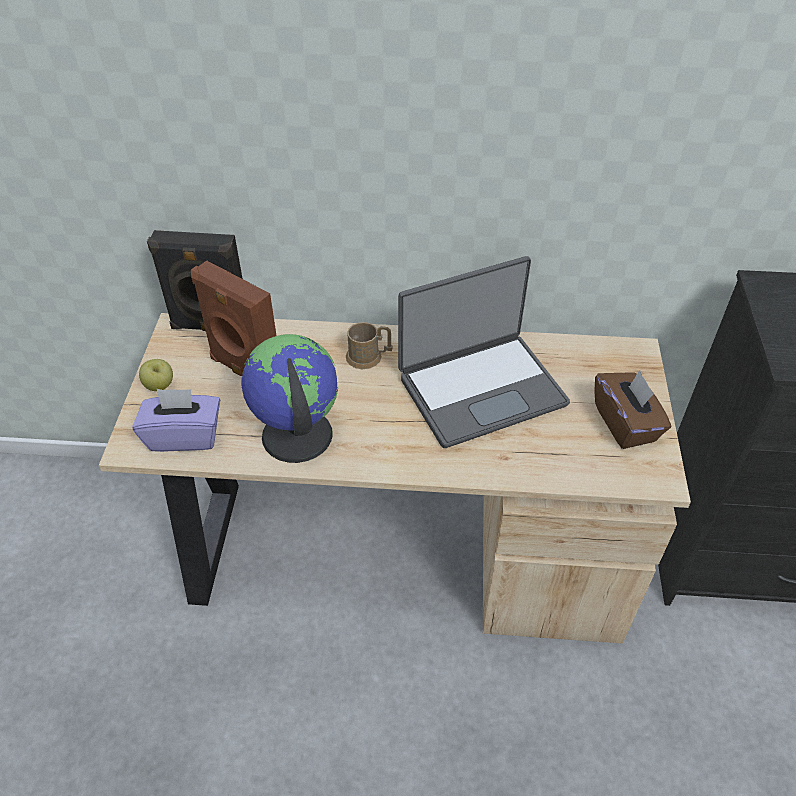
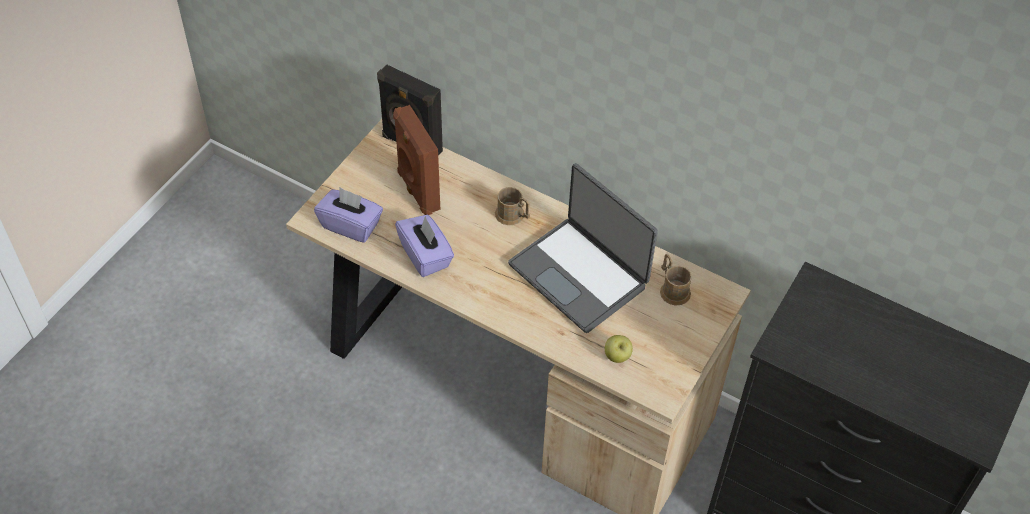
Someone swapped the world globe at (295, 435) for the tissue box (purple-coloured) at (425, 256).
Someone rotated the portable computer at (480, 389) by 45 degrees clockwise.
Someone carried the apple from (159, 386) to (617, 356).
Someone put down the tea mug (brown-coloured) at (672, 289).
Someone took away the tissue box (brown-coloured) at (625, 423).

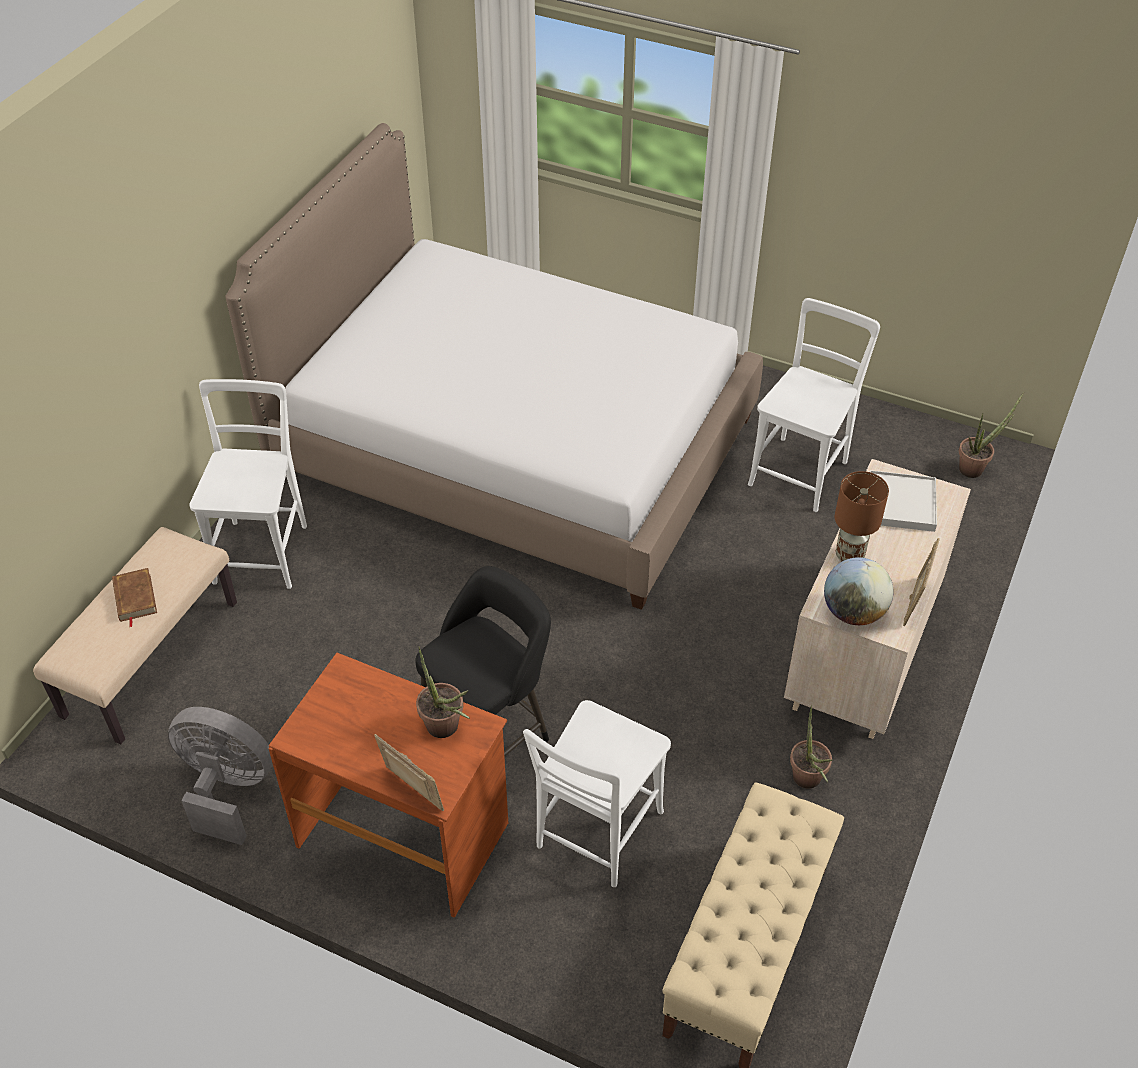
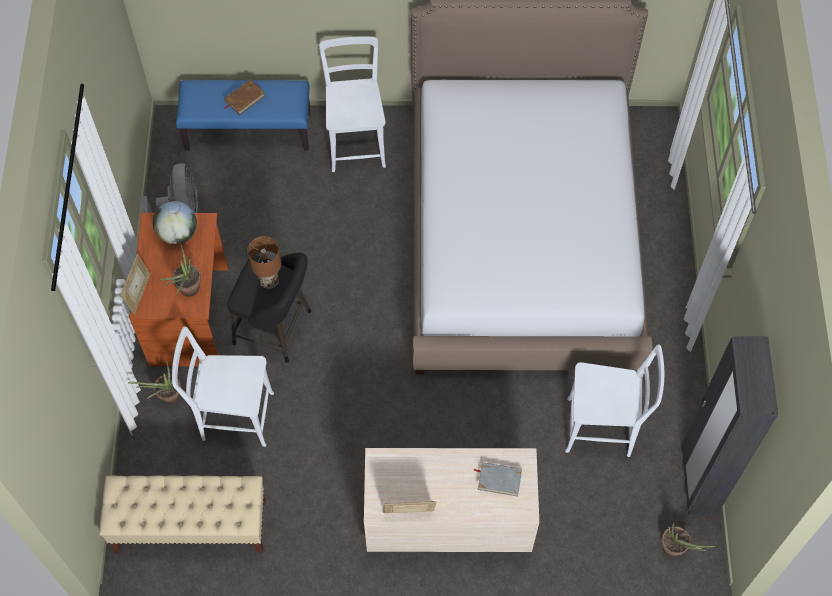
Someone carried the plant in a pot from (808, 782) to (166, 397).
Someone carried the world globe from (853, 612) to (178, 233).
Someone repainted the indoor bench (beige) at (150, 657), which became the indoor bench (blue) at (248, 131).
Someone carried the table lamp (brown-coloured) from (848, 556) to (269, 281).
Someone rotated the plain chair (whitish) at (263, 549) by 75 degrees counterclockwise.
Someone swapped the carrying tray (whitish) at (900, 503) for the bound book (grey) at (499, 480).
Someone put down the wardrobe (blackish) at (698, 480).

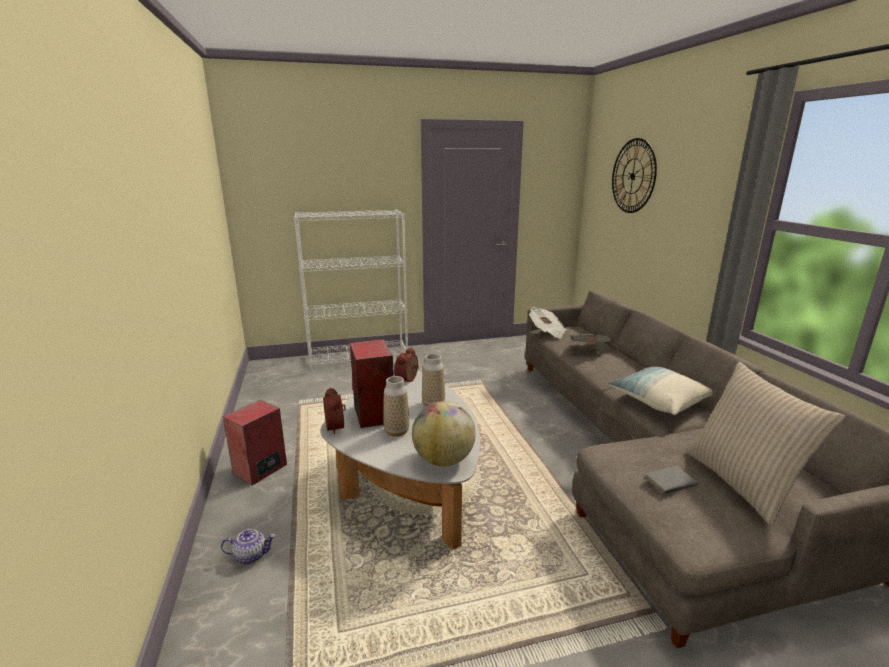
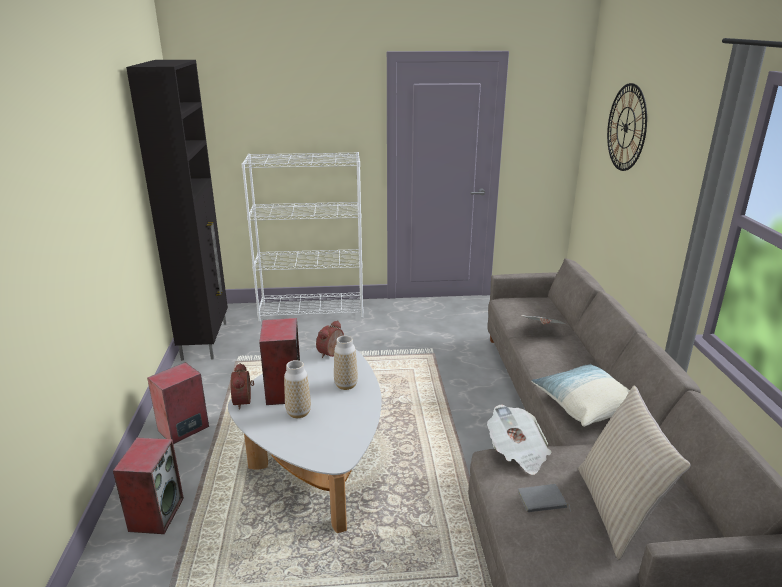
Someone swapped the pot for tea at (251, 555) for the speaker at (156, 513).
Someone put down the cupboard (blackish) at (205, 340).
Someone carried the newspaper from (547, 332) to (517, 452).
Someone took away the world globe at (443, 460).

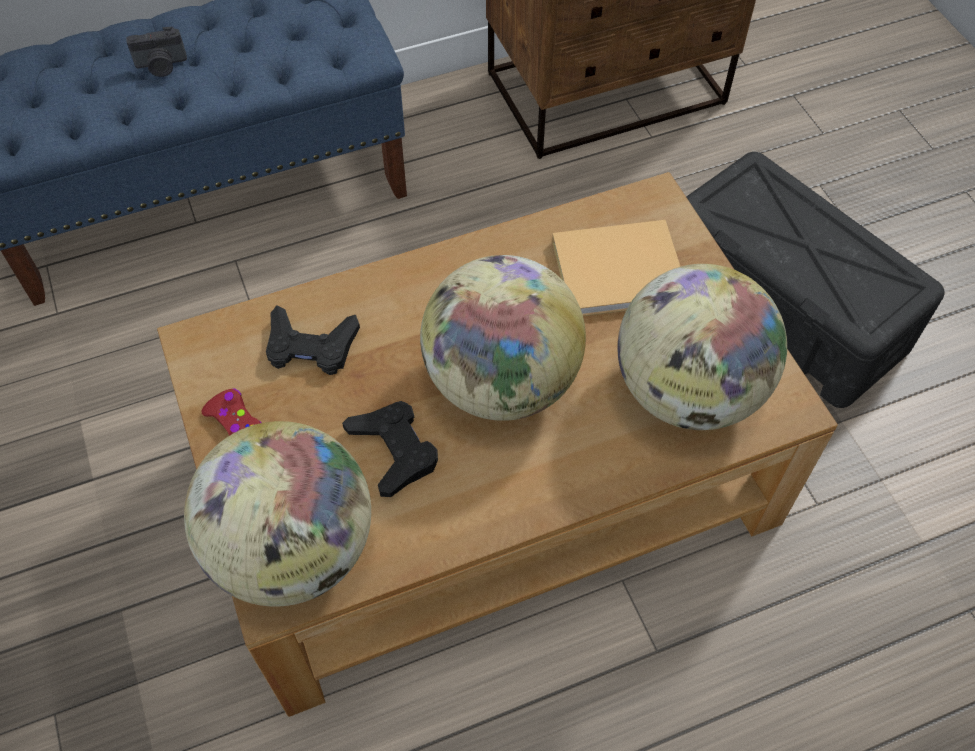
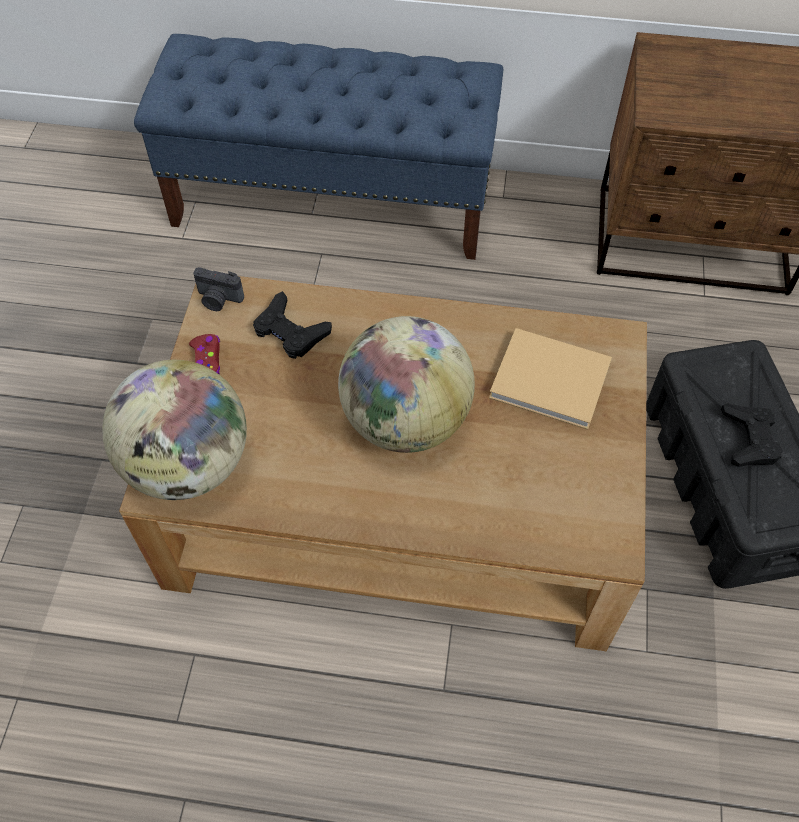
Someone carried the still camera from (161, 66) to (218, 300).
Someone carried the joypad (blackish) from (394, 451) to (749, 439).
Someone took away the world globe at (687, 391).

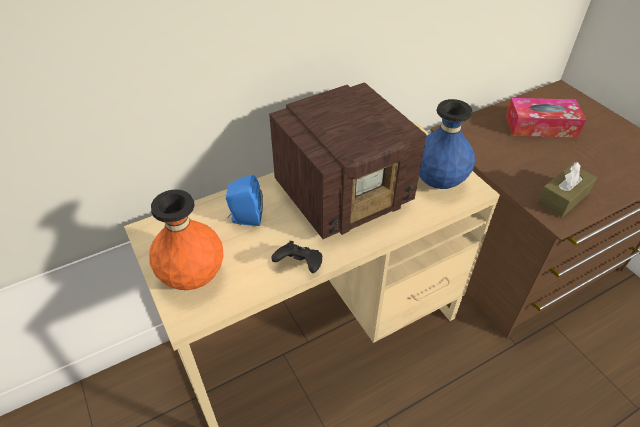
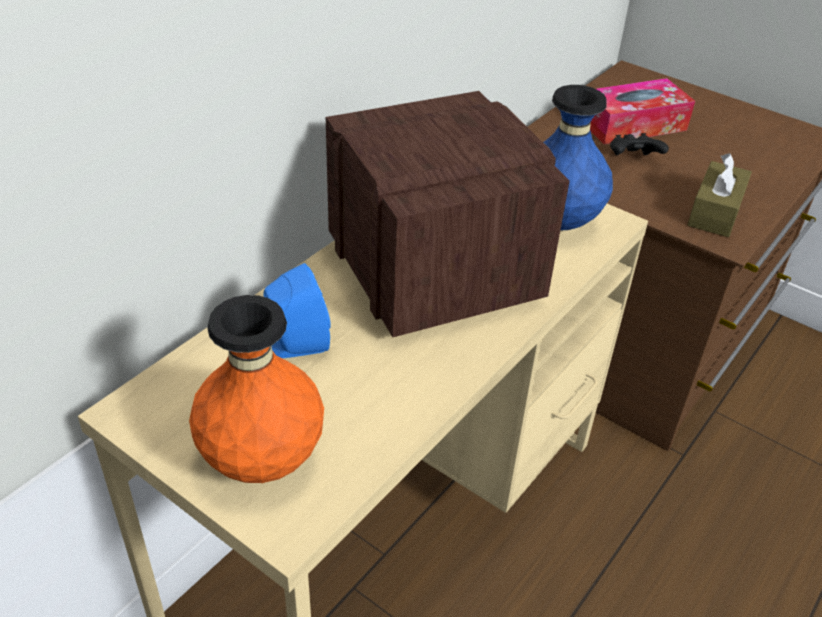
Someone rotated the radio set at (345, 193) by 60 degrees counterclockwise.
Someone carried the joypad (blackish) from (299, 265) to (633, 160).

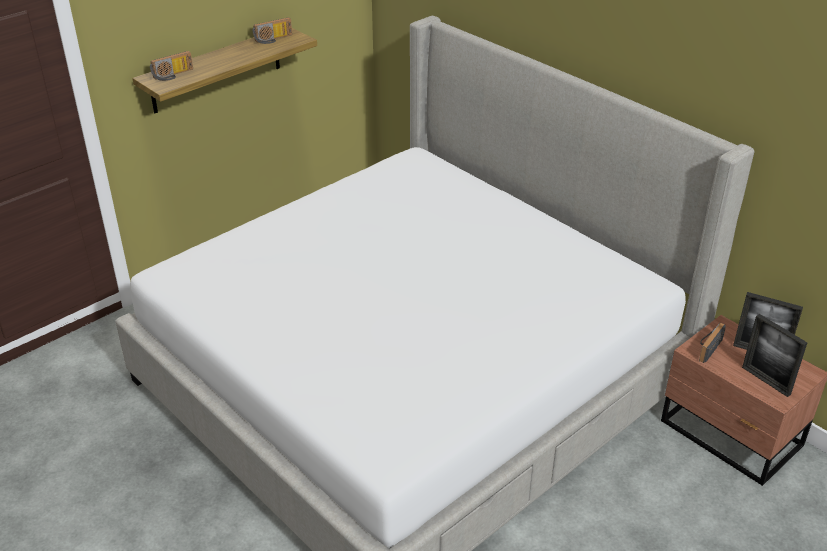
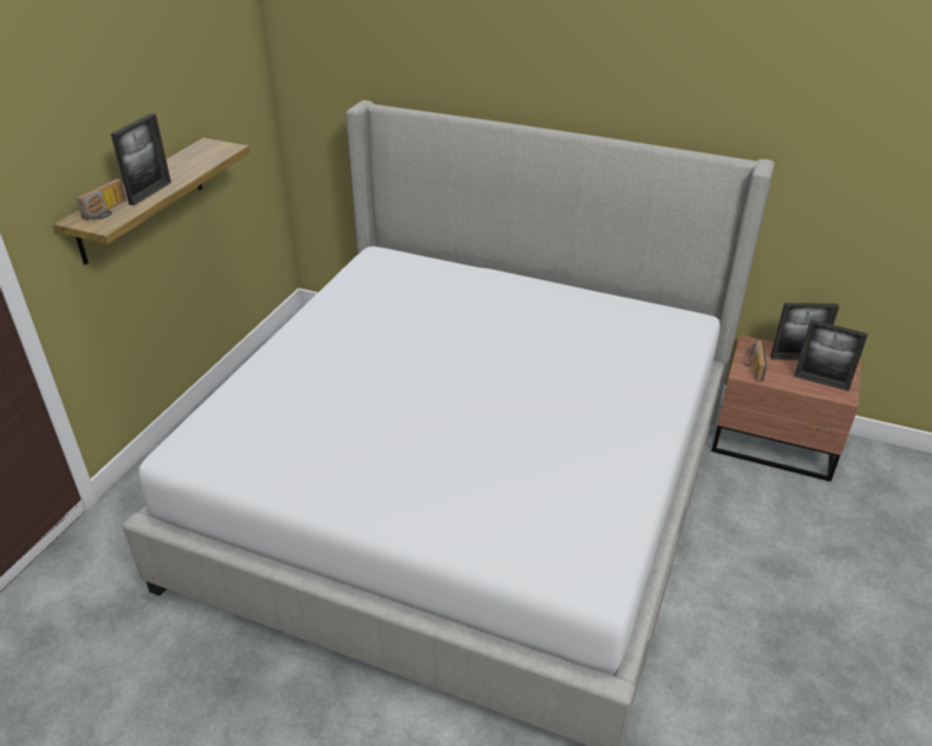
Someone put down the picture frame at (150, 193).
Someone took away the radio set at (273, 39).

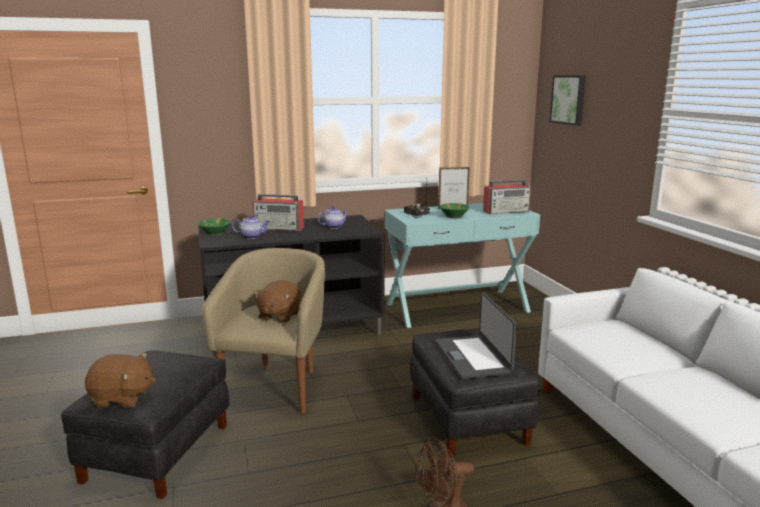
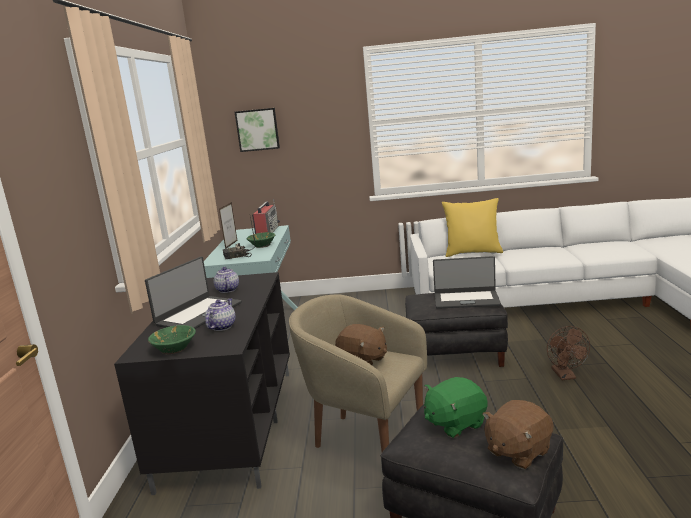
Someone swapped the radio set at (279, 228) for the portable computer at (198, 314).
Someone put down the plush toy (greenish) at (454, 423).
Someone put down the cushion (yellow) at (472, 253).
Someone rotated the plush toy (brown-coloured) at (122, 398) by 150 degrees counterclockwise.

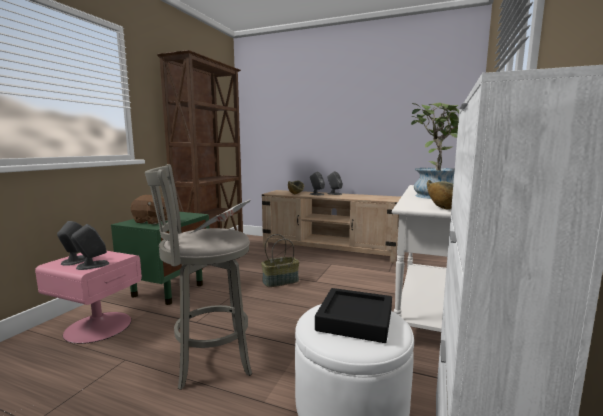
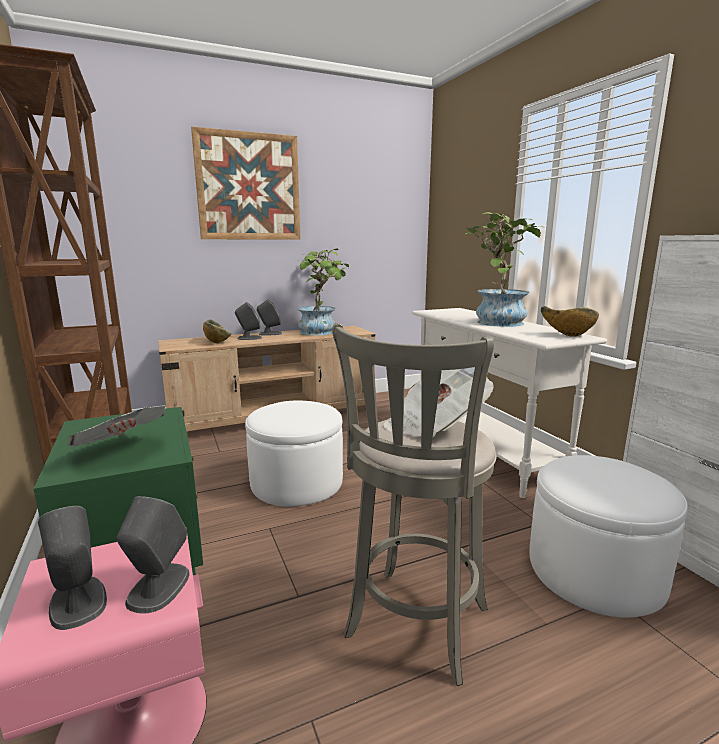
Someone swapped the plush toy (brown-coloured) at (152, 221) for the newspaper at (121, 450).
Someone put up the wall art at (249, 187).
Someone swapped the basket at (280, 281) for the ottoman (whitish) at (296, 482).
Someone put down the plant in a pot at (322, 332).
Someone took away the carrying tray (blackish) at (355, 320).

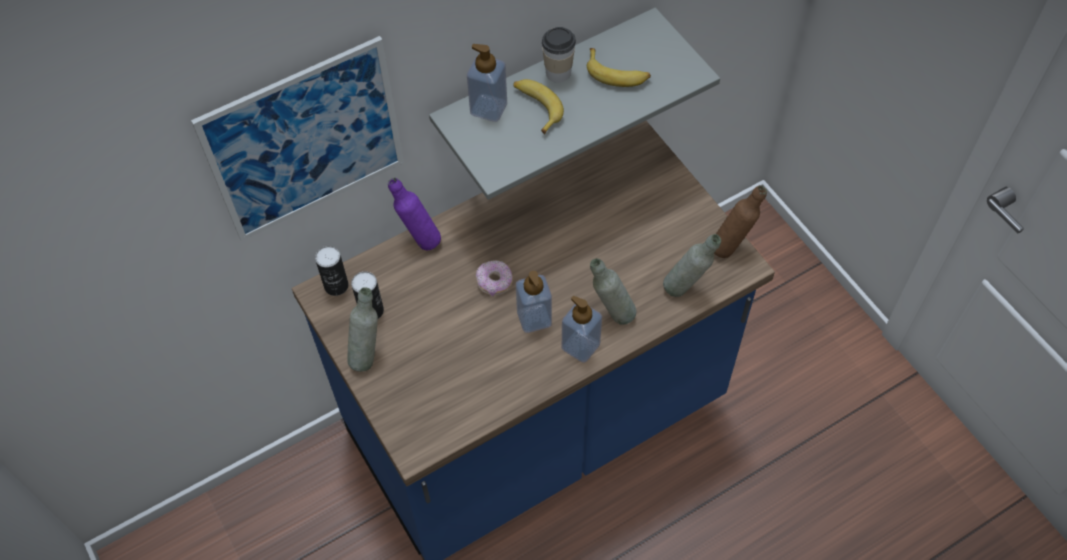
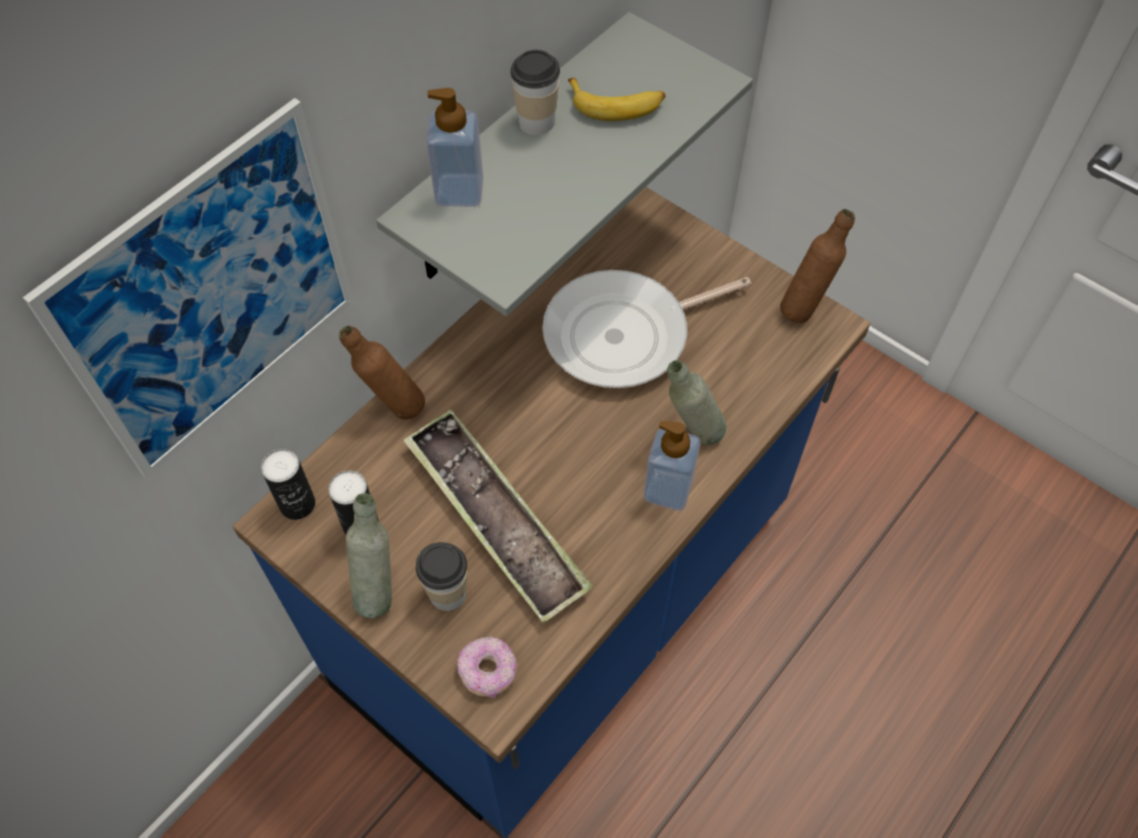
Someone repainted the bottle (purple-coloured) at (419, 240), which became the bottle (brown-coloured) at (393, 408).
Someone put down the carrying tray at (495, 520).
Someone put down the drinking cup at (447, 593).
Someone carried the ring doughnut from (494, 282) to (488, 671).
Someone put down the skillet at (624, 335).
Someone took away the whole banana at (536, 107).
Someone took away the liquid soap bottle at (534, 318).
Someone took away the bottle (grey) at (686, 289).

